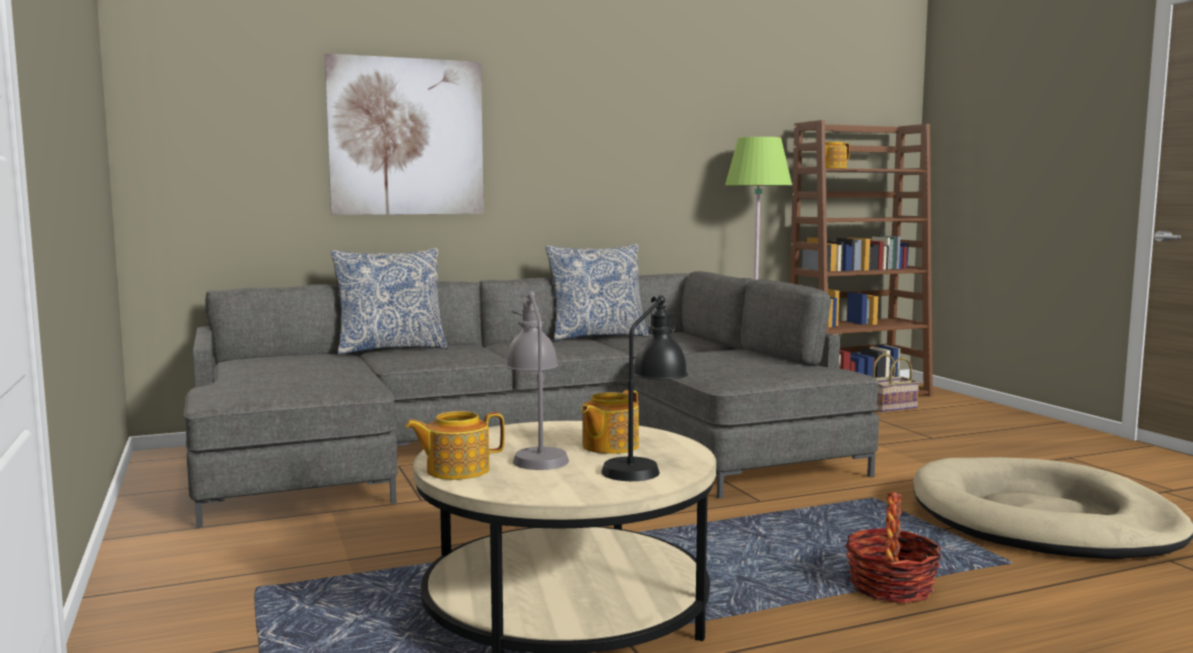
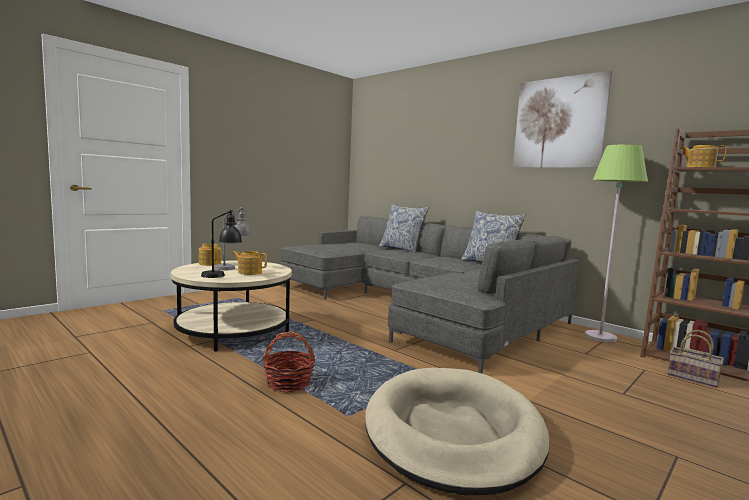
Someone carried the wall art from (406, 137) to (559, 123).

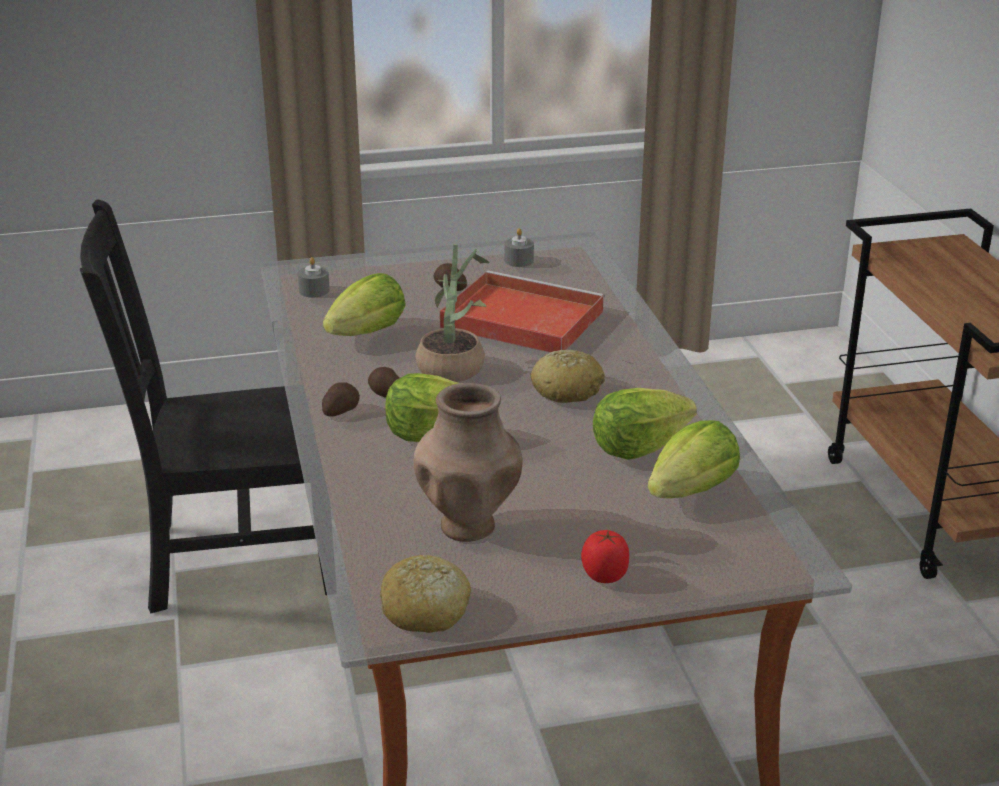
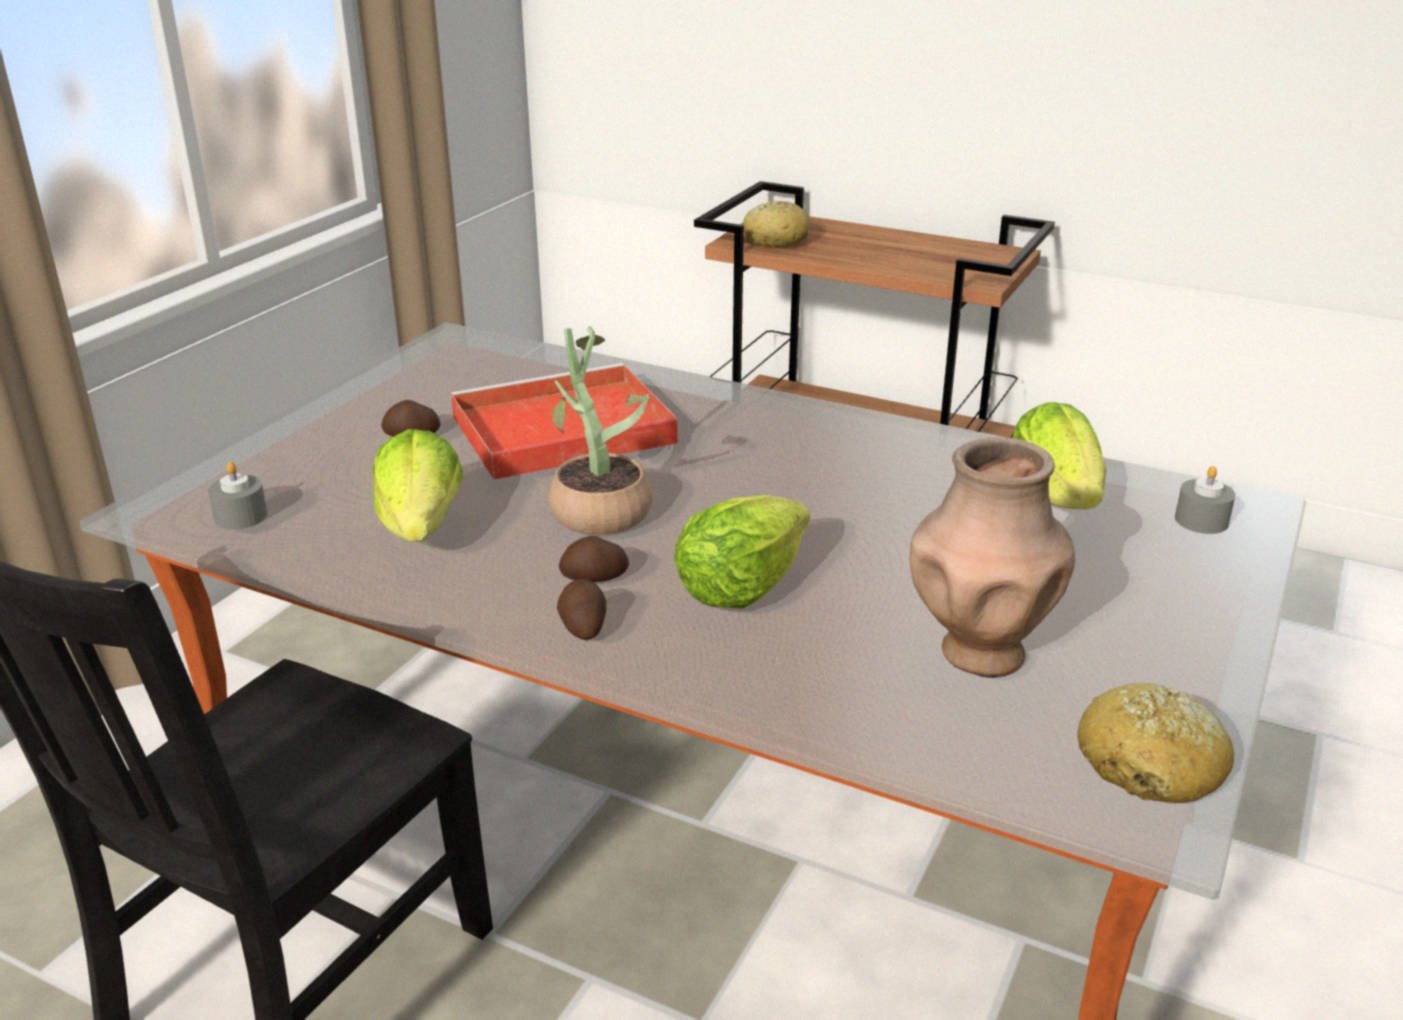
Someone carried the baked bread from (567, 390) to (775, 239).
Someone carried the candle (grey) from (519, 260) to (1201, 520).
Someone took away the whole tomato at (605, 576).
Someone took away the head of lettuce at (638, 448).

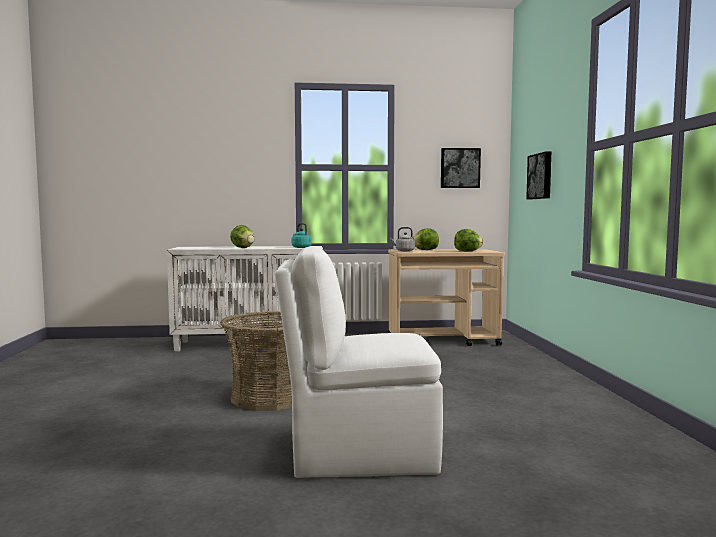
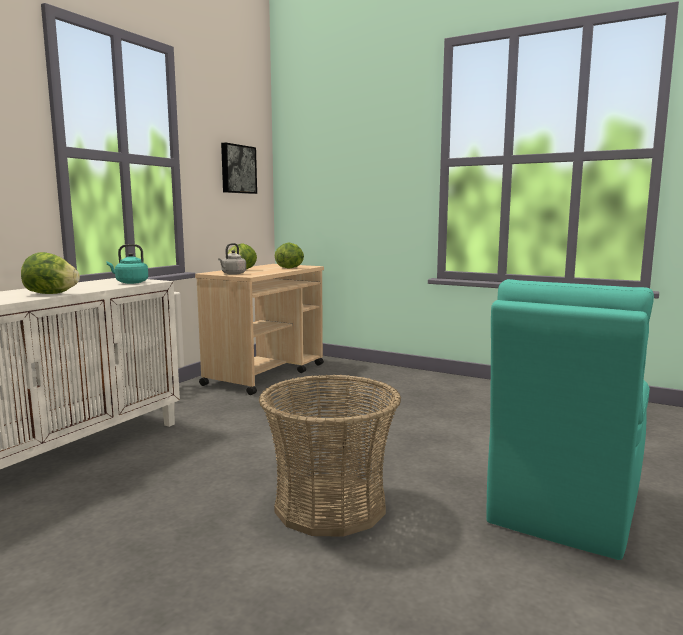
Someone repainted the plain chair (whitish) at (359, 453), which became the plain chair (turquoise-coloured) at (563, 507).
Someone took away the wall art at (541, 176).

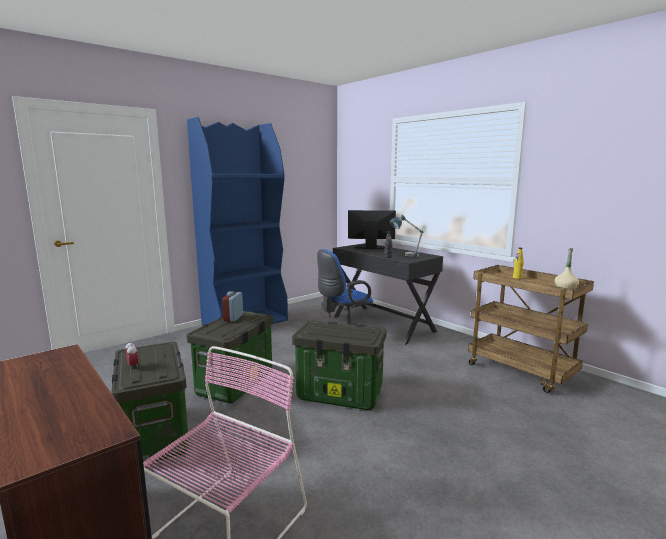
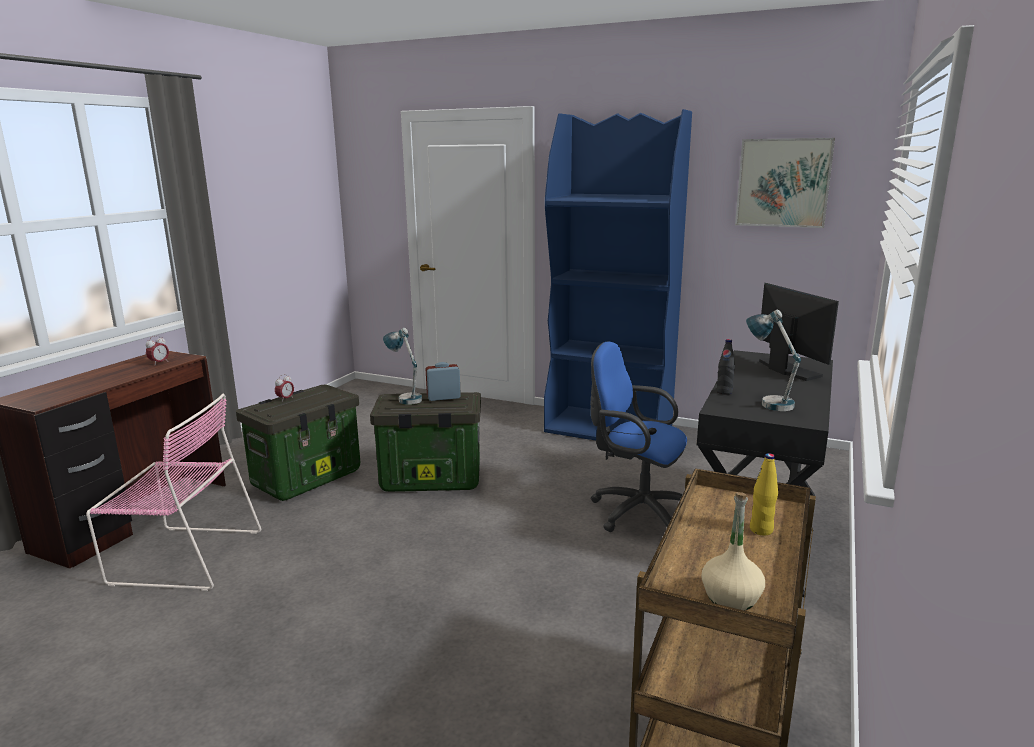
Someone put down the bedside clock at (159, 363).
Someone put down the table lamp at (405, 397).
Someone put up the wall art at (783, 183).
Someone took away the storage bin at (341, 394).

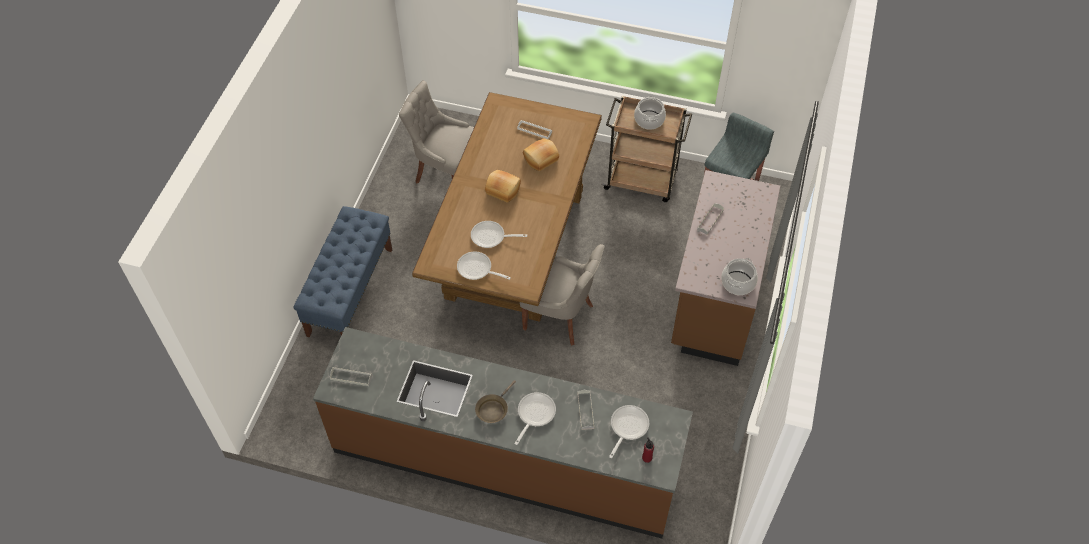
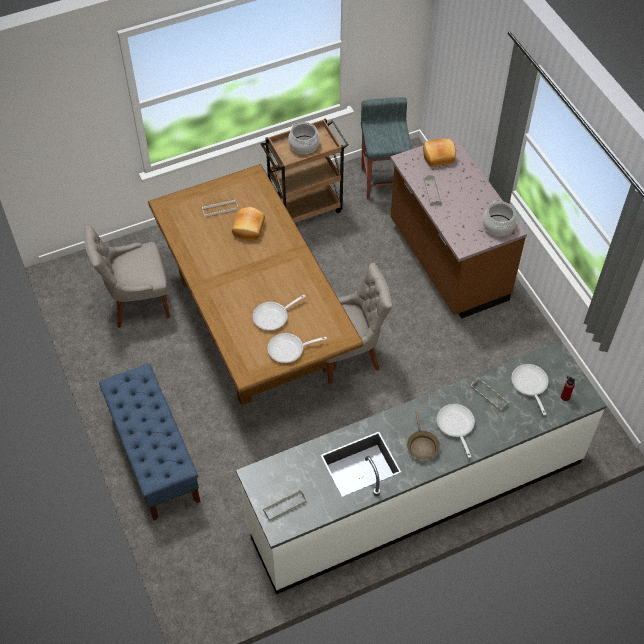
Someone repainted the kitchen base unit (brown-coloured) at (505, 459), which became the kitchen base unit (whitish) at (416, 493).
Someone carried the baked bread from (503, 189) to (438, 156).

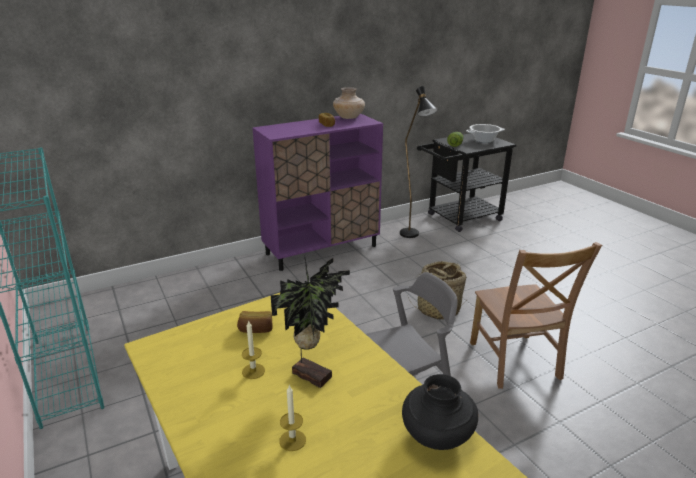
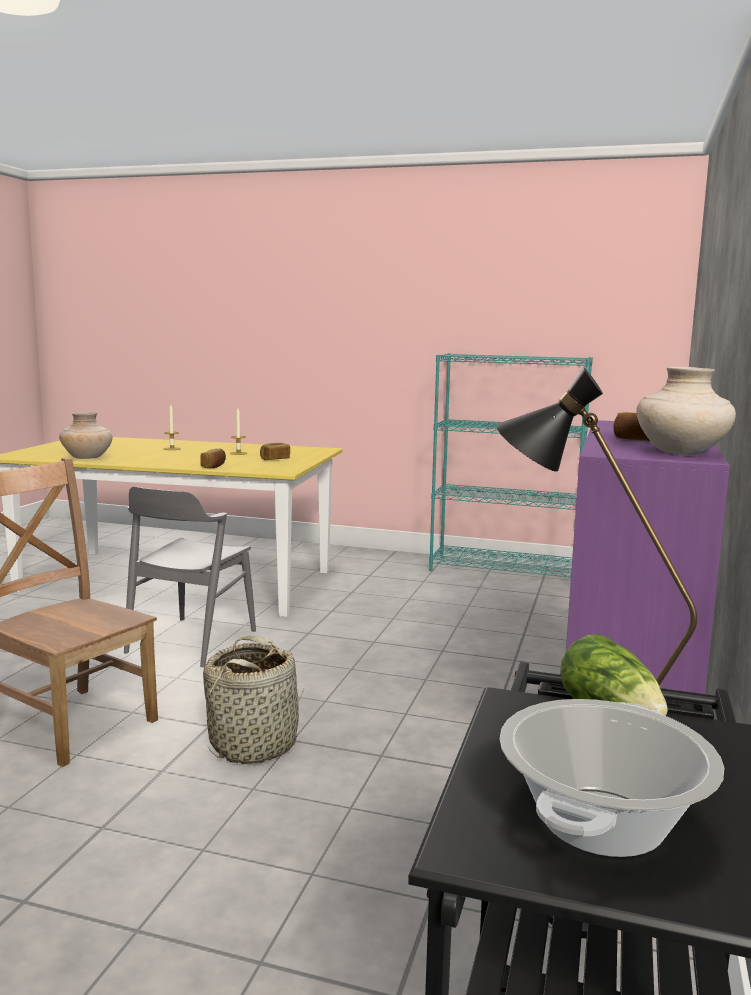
Someone repainted the decorative vase (blackish) at (436, 437), which became the decorative vase (beige) at (87, 458).
Someone put down the baked bread at (214, 466).
Someone took away the plant in a pot at (312, 374).

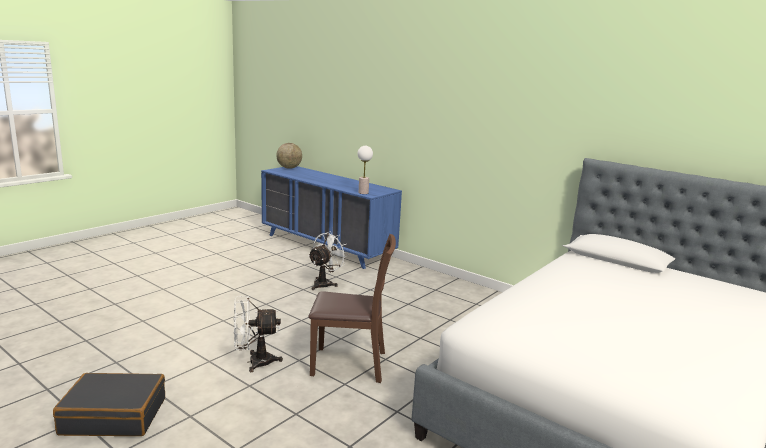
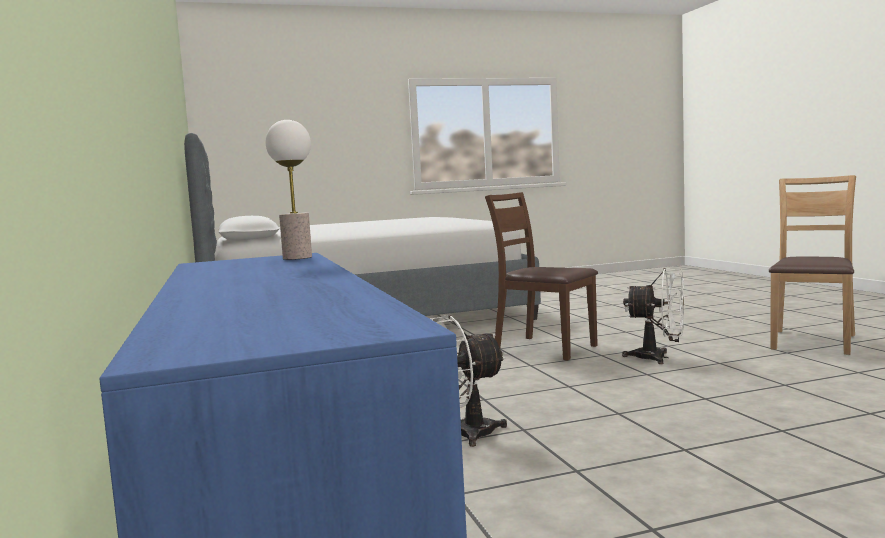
Someone swapped the travel case (blackish) at (114, 416) for the plain chair (brown-coloured) at (812, 341).
Someone took away the world globe at (289, 168).

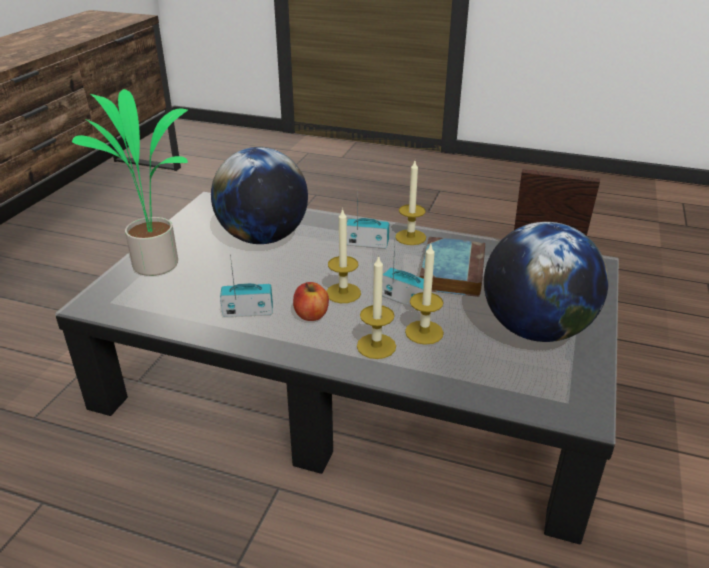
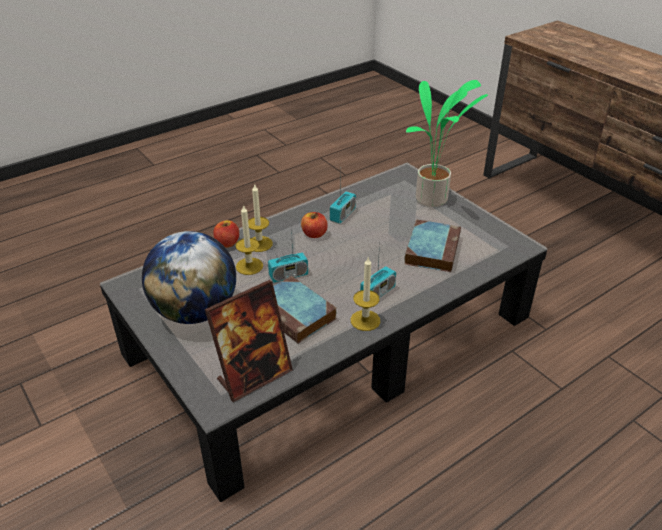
Someone put down the apple at (227, 243).
Someone swapped the world globe at (263, 238) for the bound book at (432, 249).
Someone took away the candle at (343, 293).

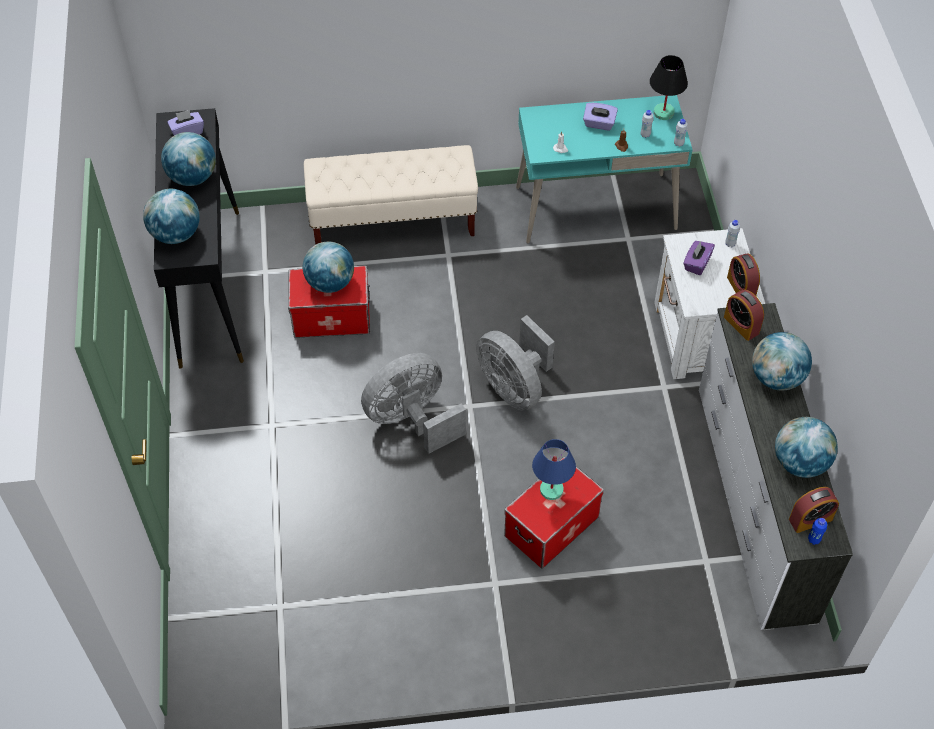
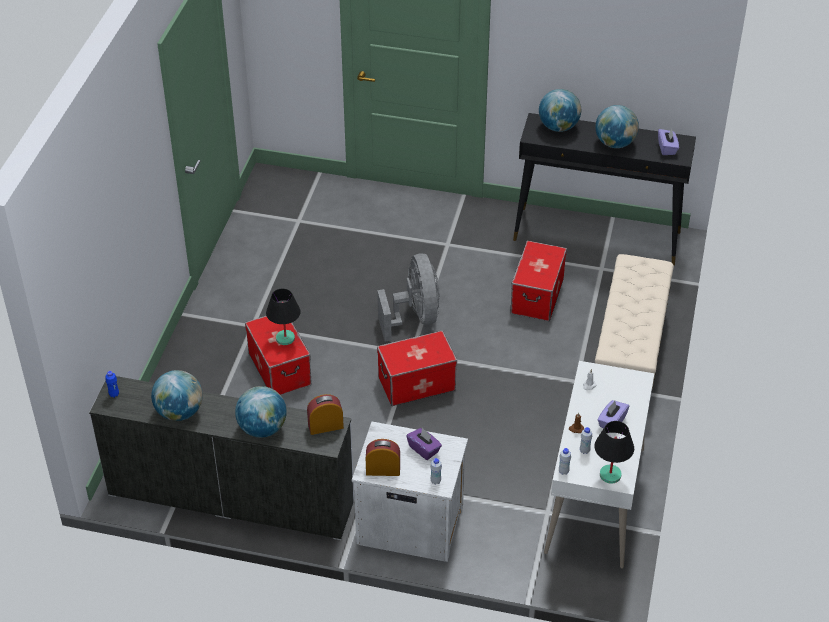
Someone repainted the table lamp (blue) at (552, 490), which became the table lamp (blackish) at (285, 338).
Someone swapped the fan (grey) at (514, 387) for the storage bin at (416, 384).
Someone repainted the desk table (turquoise-coloured) at (595, 208), which became the desk table (whitish) at (595, 500).
Someone took away the world globe at (330, 283).
Someone took away the bedside clock at (810, 519).

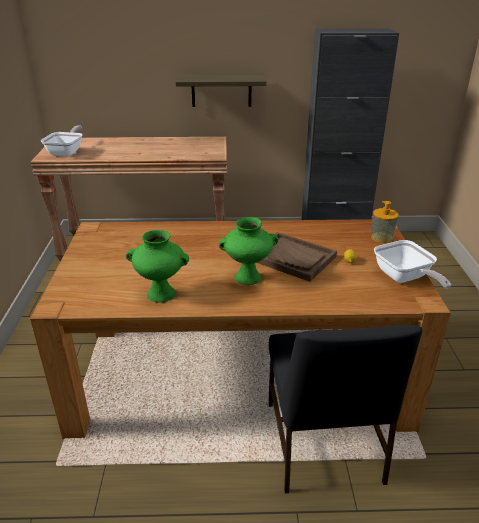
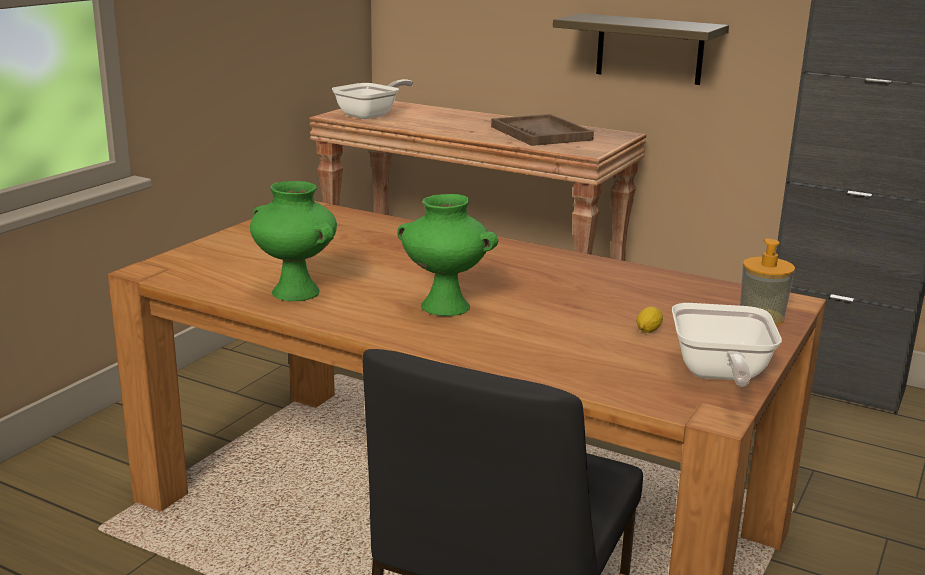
Someone carried the carrying tray (brown-coloured) from (292, 258) to (541, 133).

